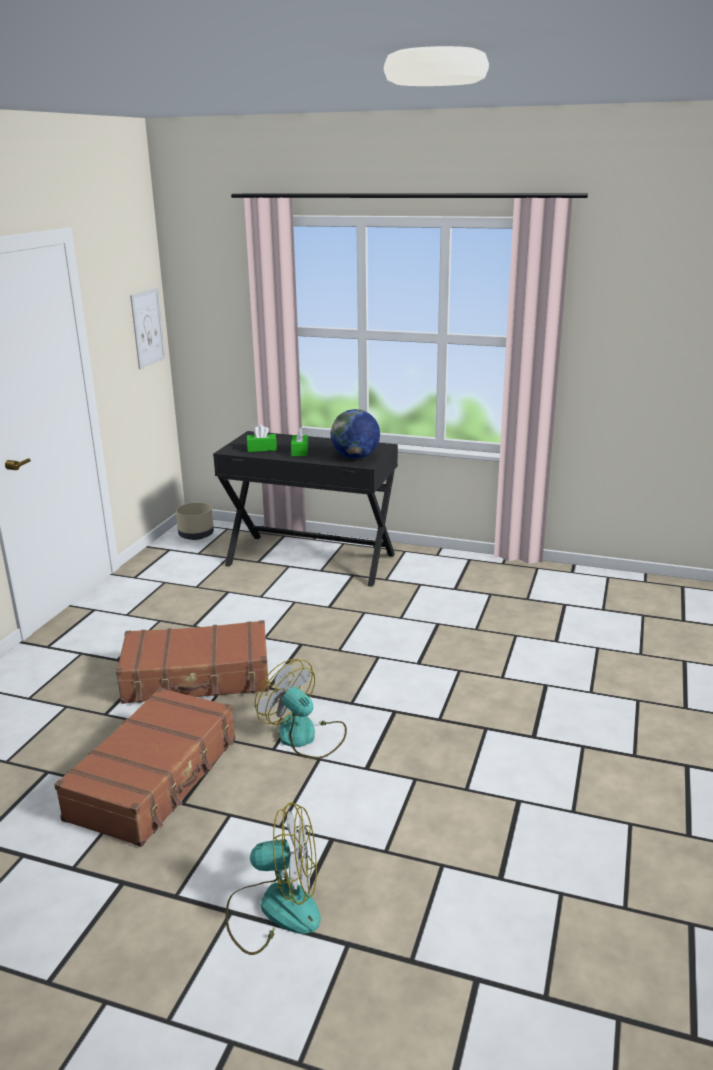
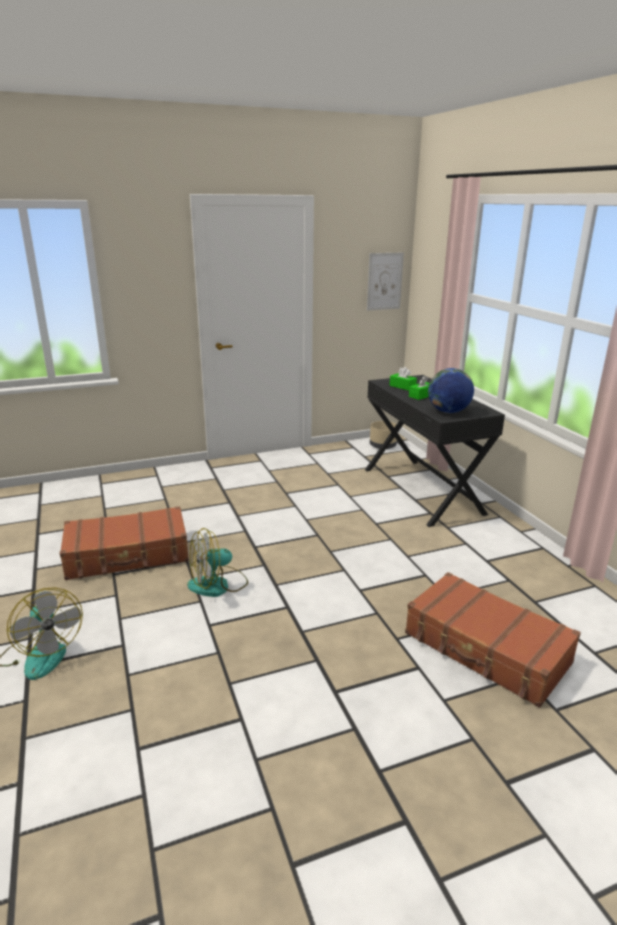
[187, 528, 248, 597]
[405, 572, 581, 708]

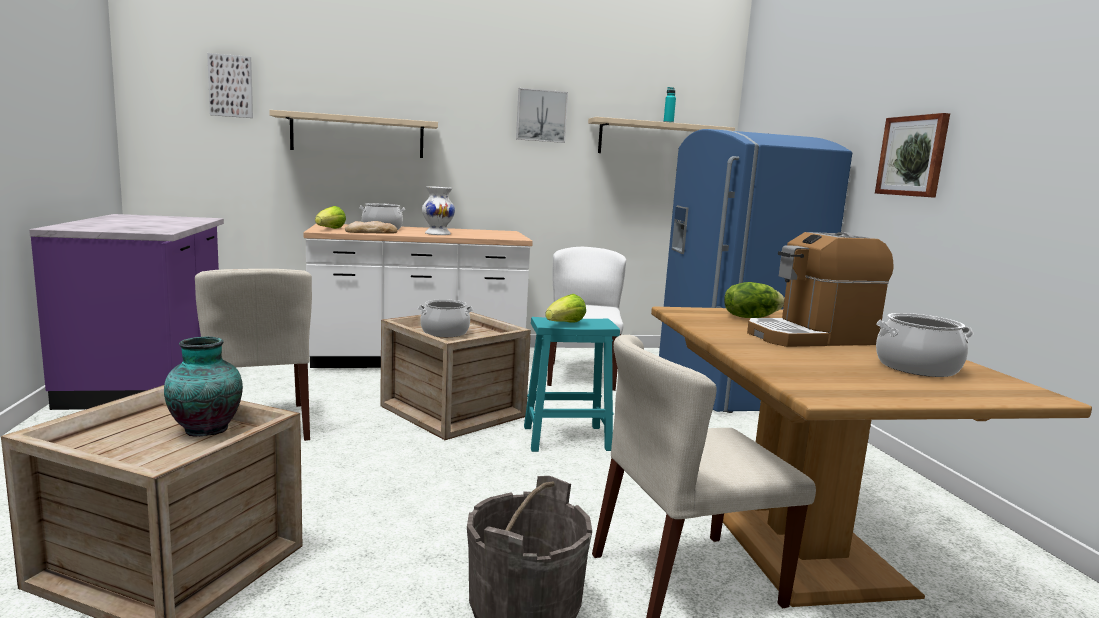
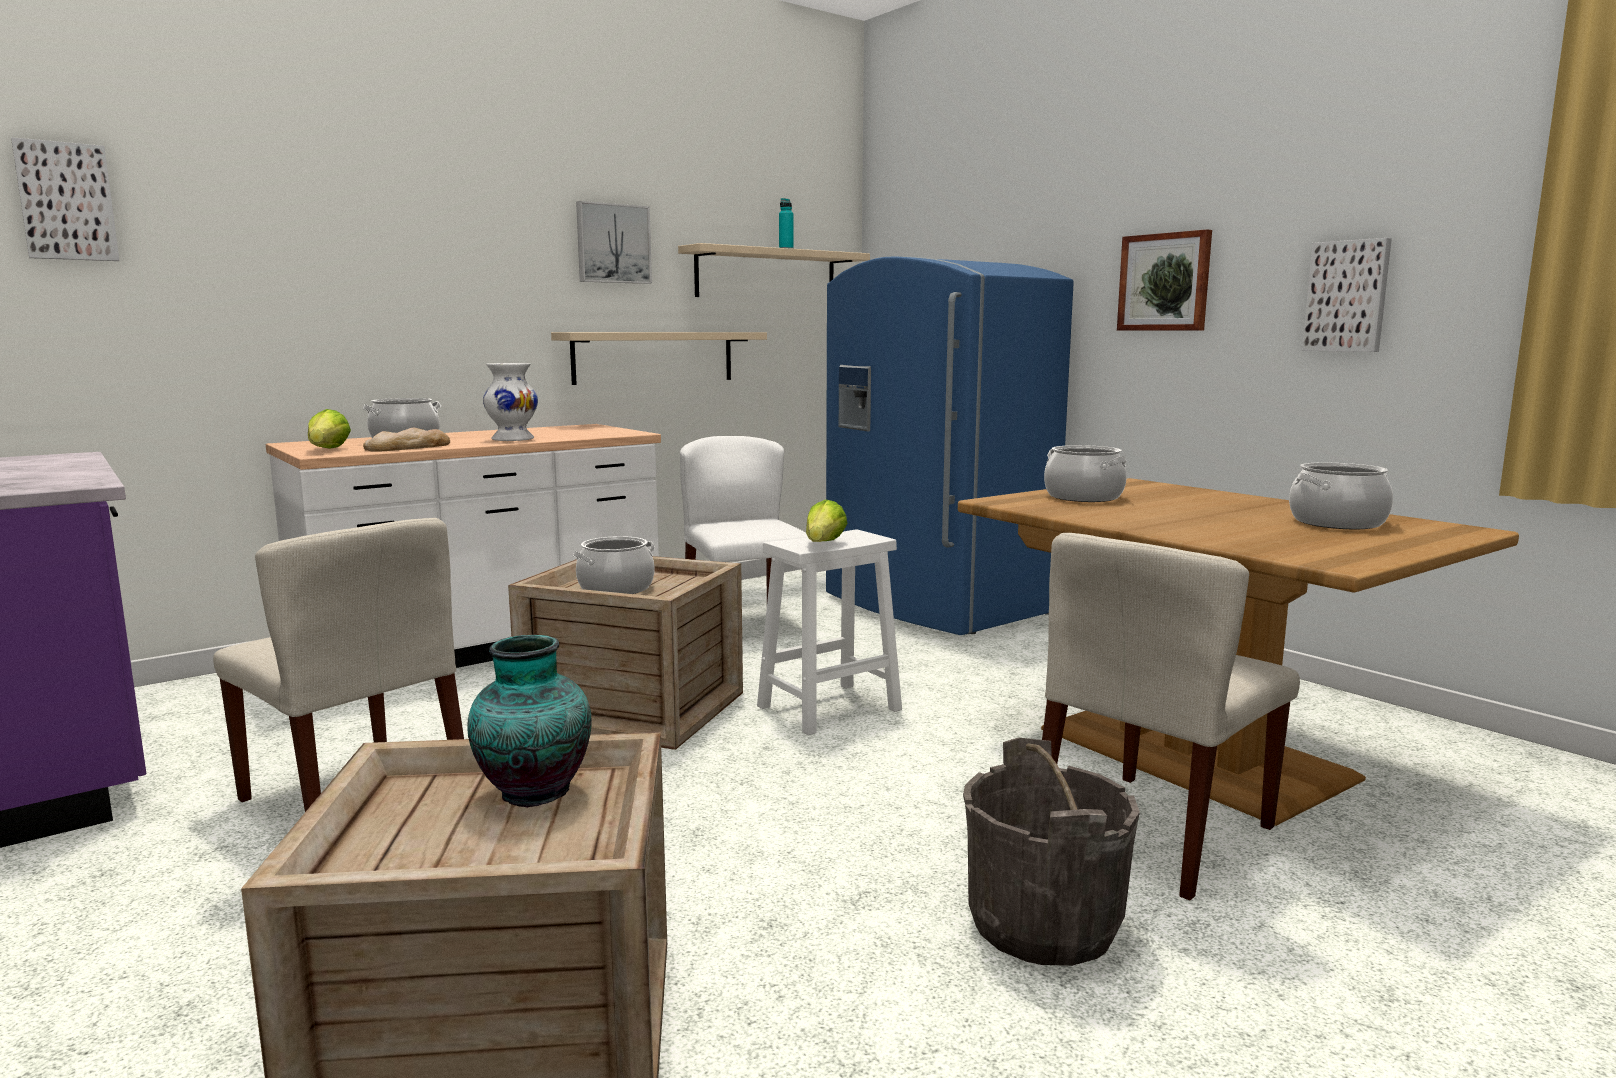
[551, 332, 767, 385]
[757, 530, 902, 735]
[1044, 445, 1127, 502]
[1302, 238, 1392, 352]
[747, 232, 893, 347] (first image)

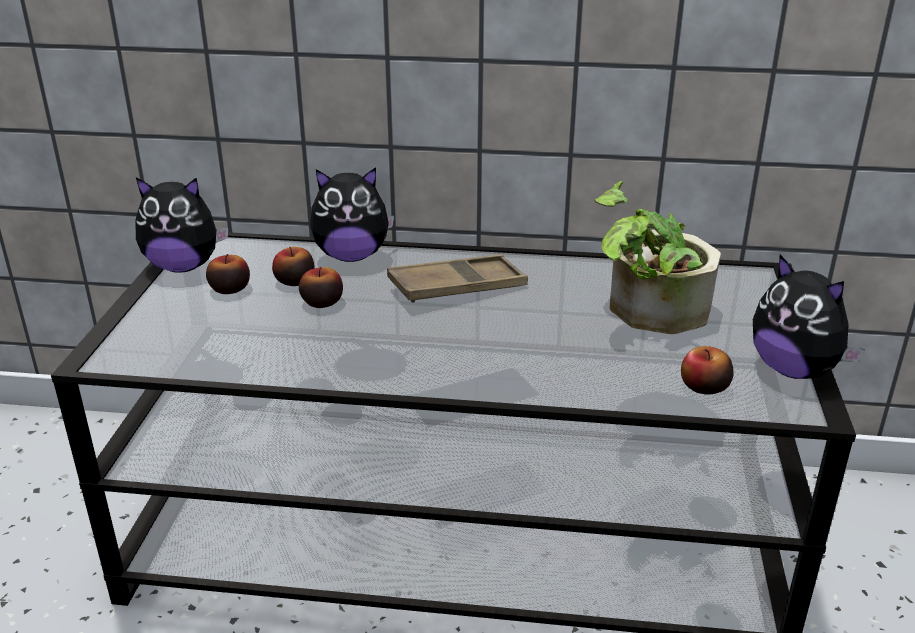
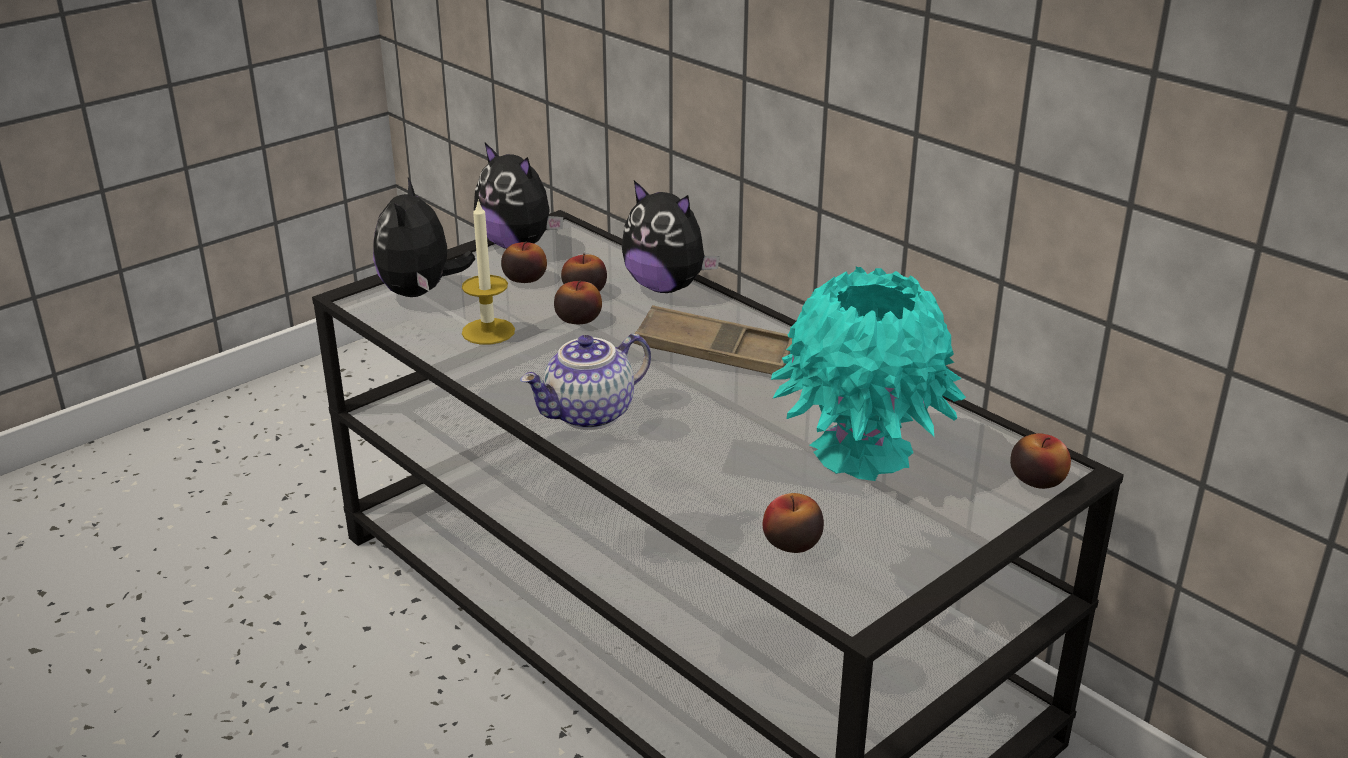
[373, 178, 475, 297]
[462, 199, 515, 345]
[520, 334, 651, 430]
[771, 267, 966, 481]
[1010, 433, 1071, 489]

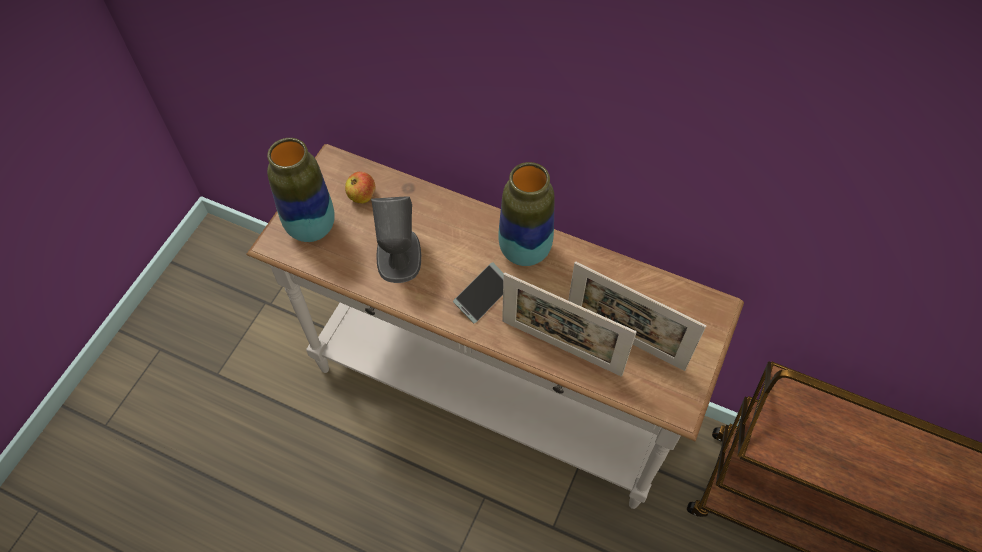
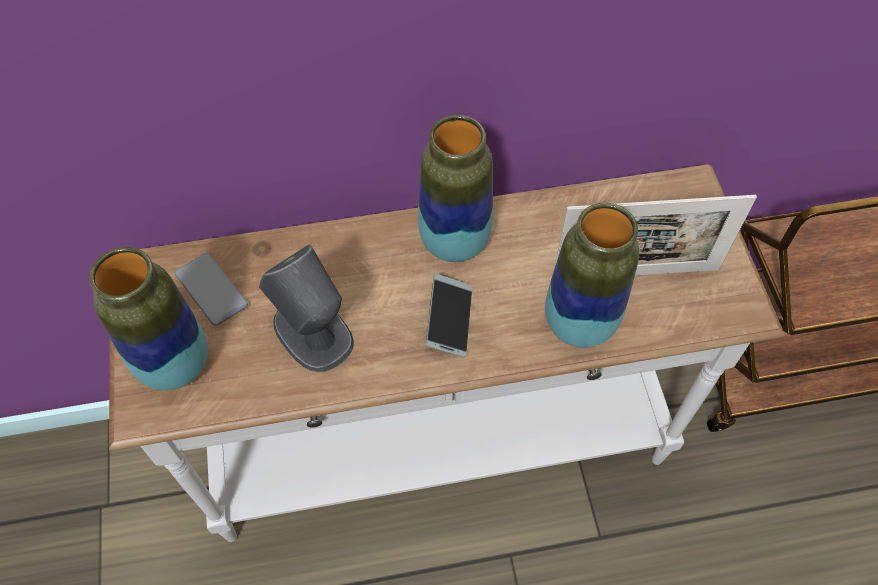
[175, 253, 248, 326]
[545, 203, 639, 348]

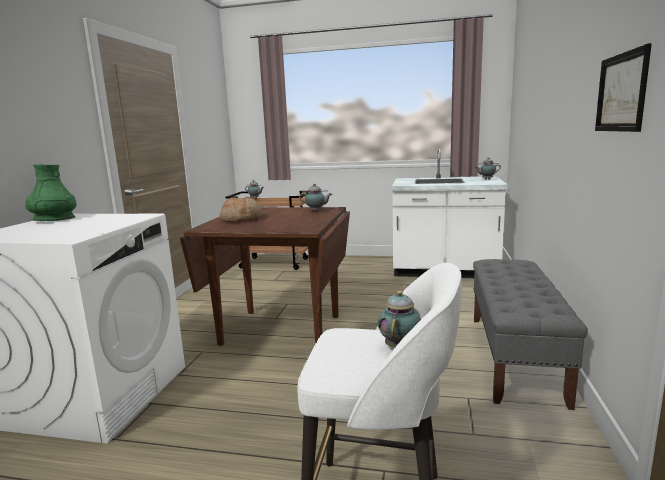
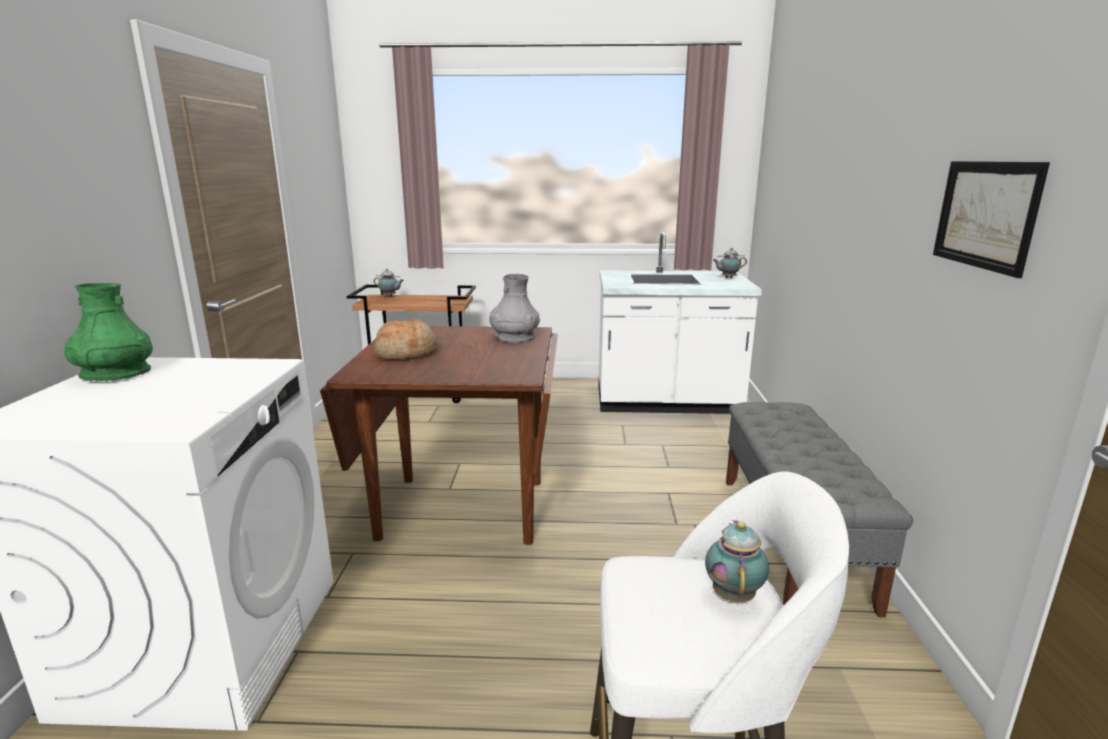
[489, 274, 540, 343]

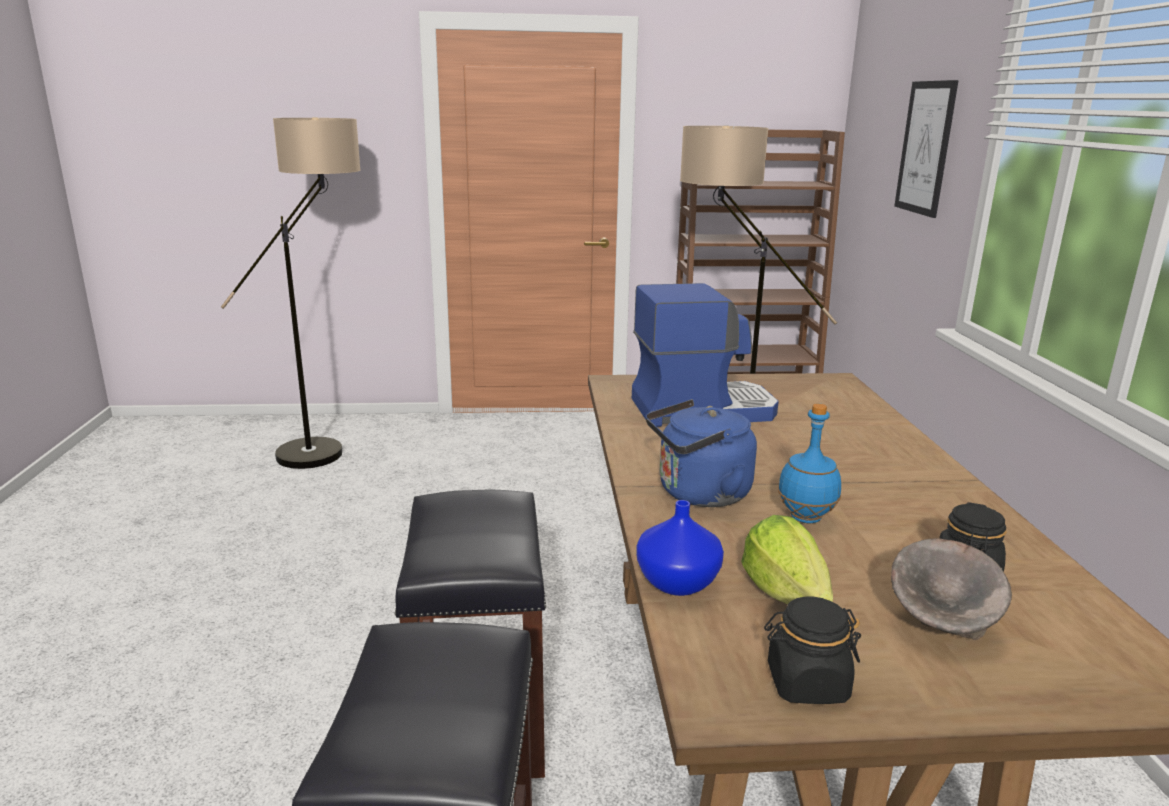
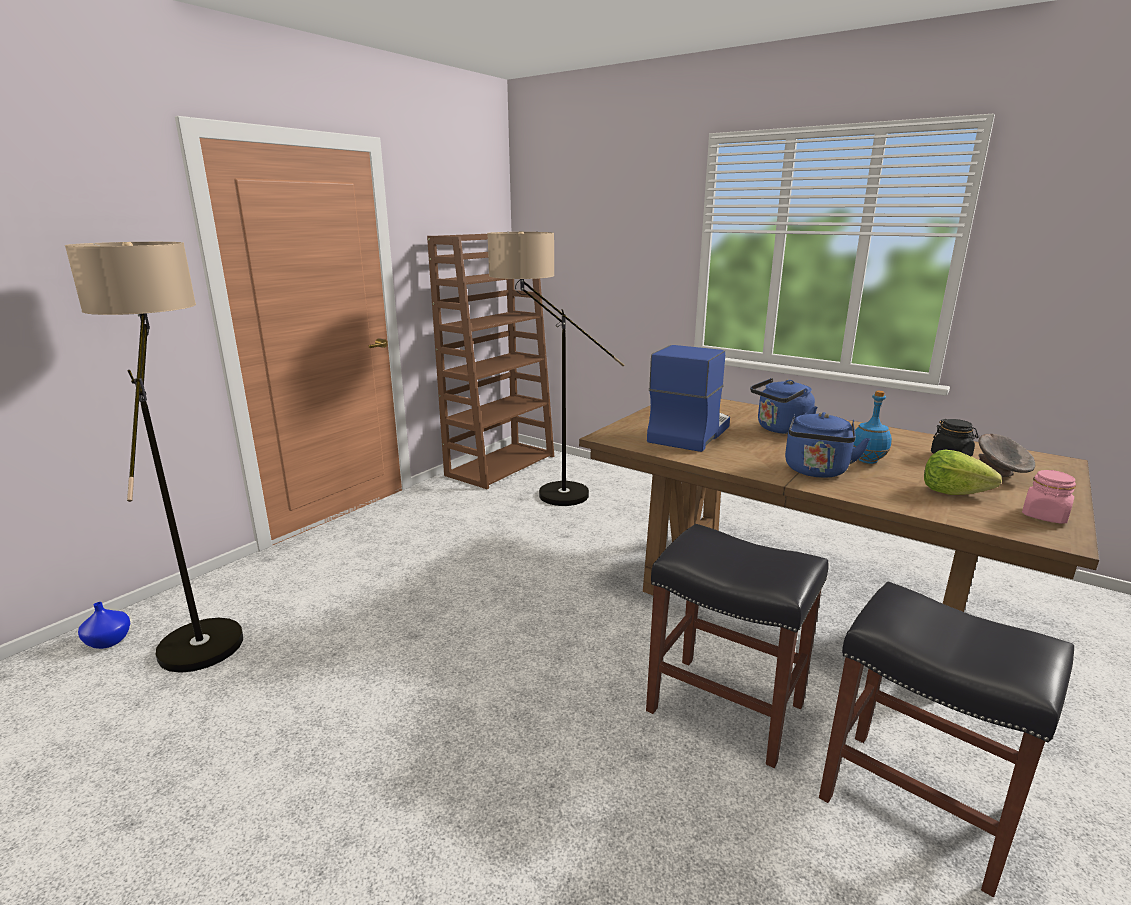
[78, 602, 130, 649]
[750, 378, 818, 434]
[1022, 470, 1076, 524]
[894, 80, 959, 218] (first image)

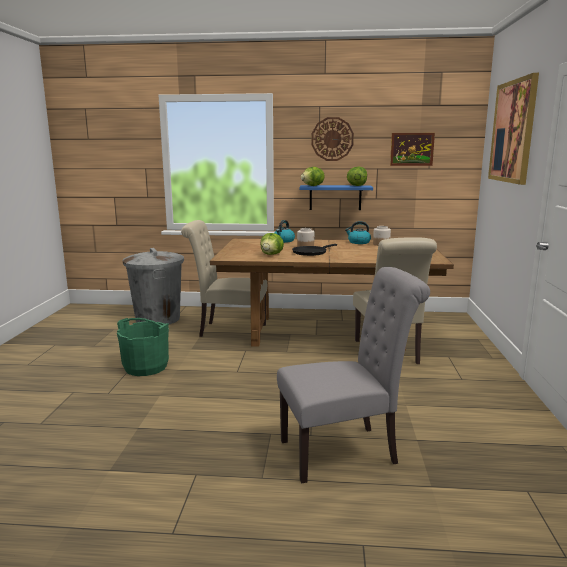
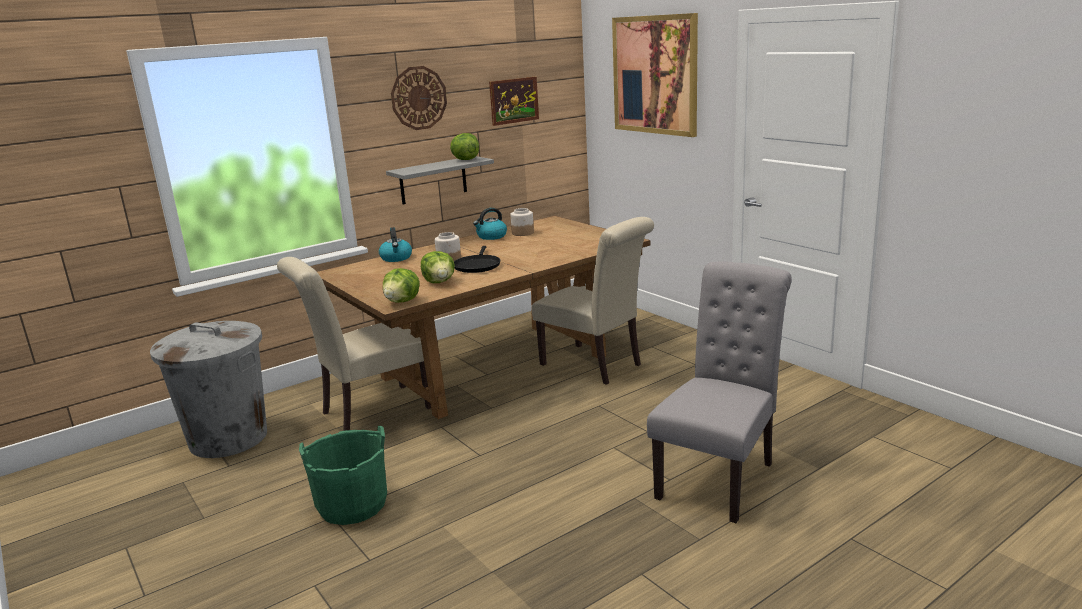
[383, 268, 420, 303]
[386, 156, 494, 204]

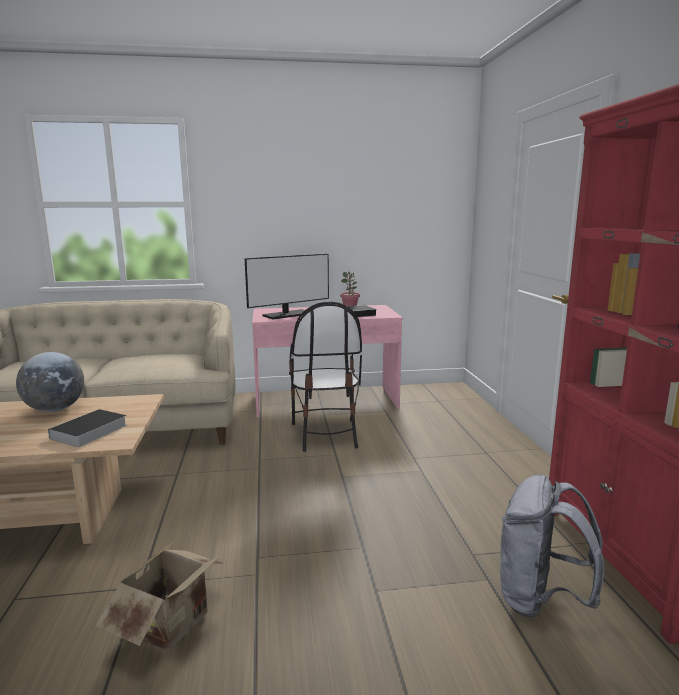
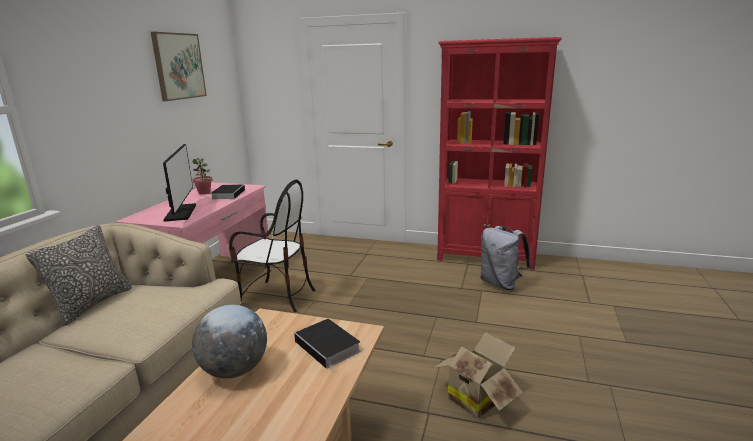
[26, 225, 132, 326]
[151, 32, 207, 101]

